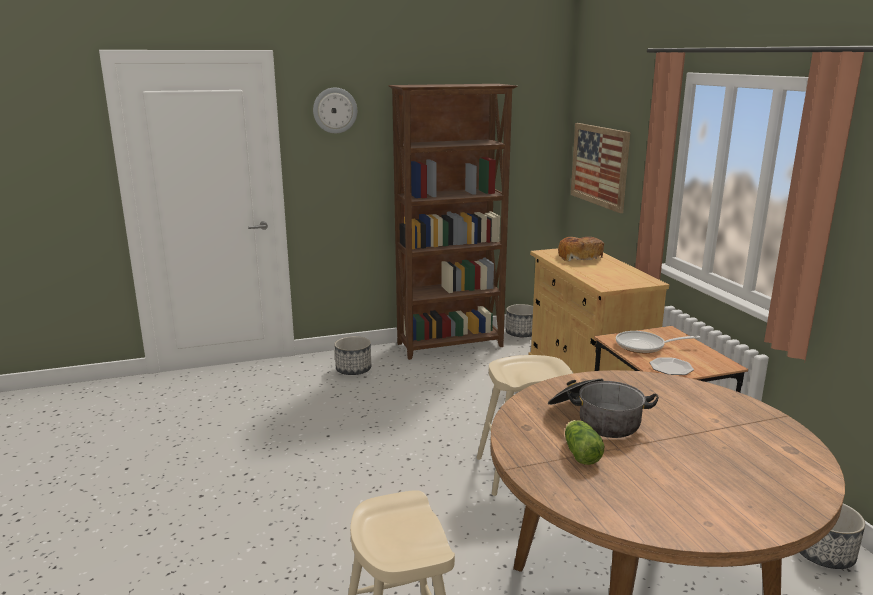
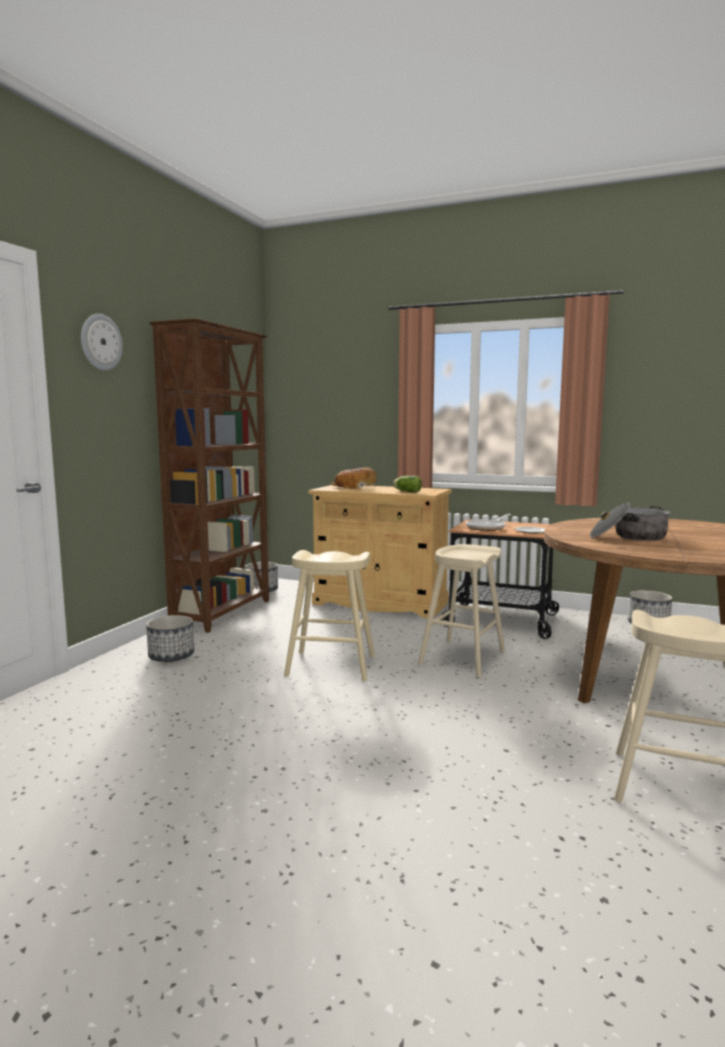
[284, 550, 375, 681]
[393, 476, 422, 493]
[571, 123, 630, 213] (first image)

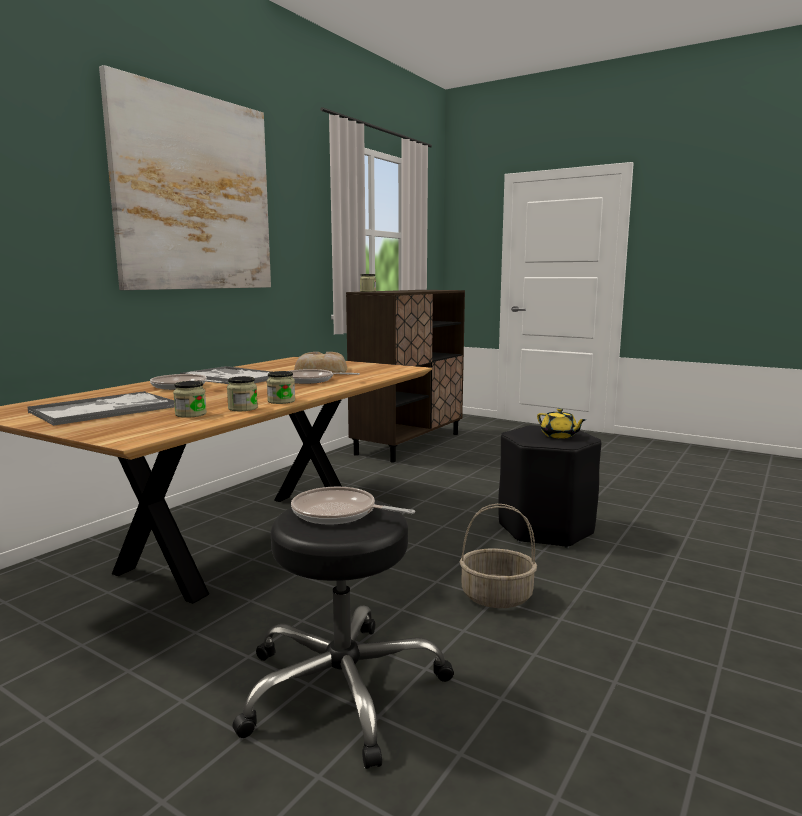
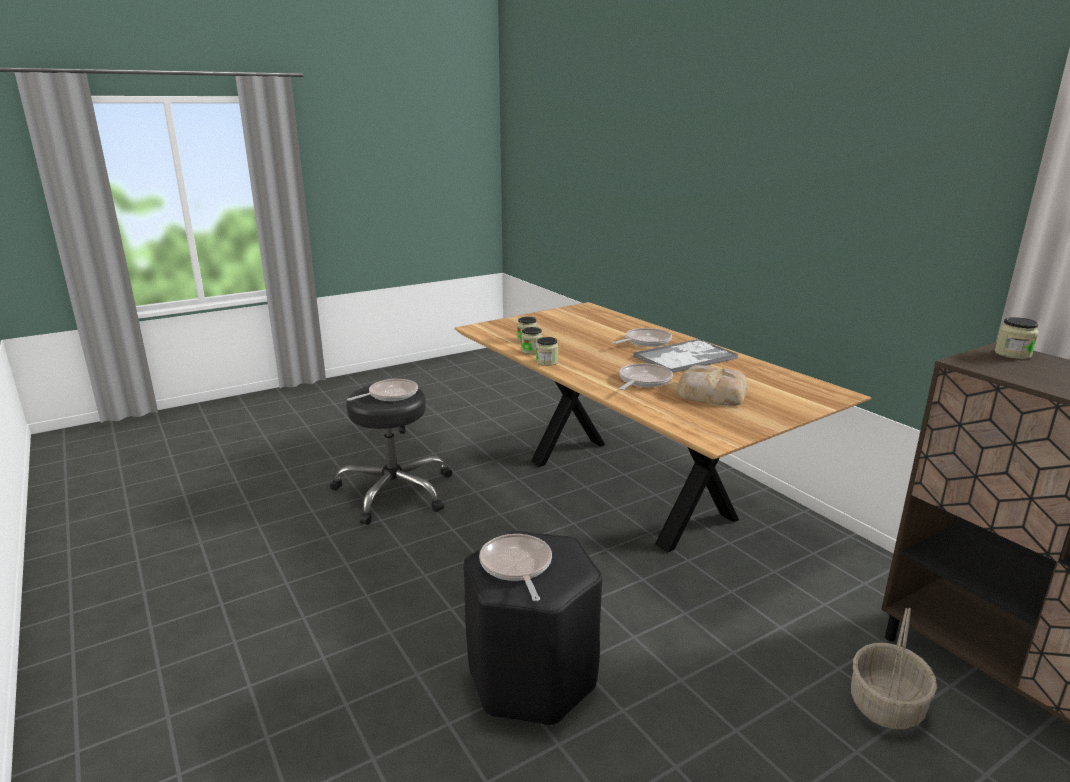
[479, 534, 552, 601]
[851, 608, 937, 729]
[28, 391, 175, 426] (first image)
[99, 65, 271, 290] (first image)

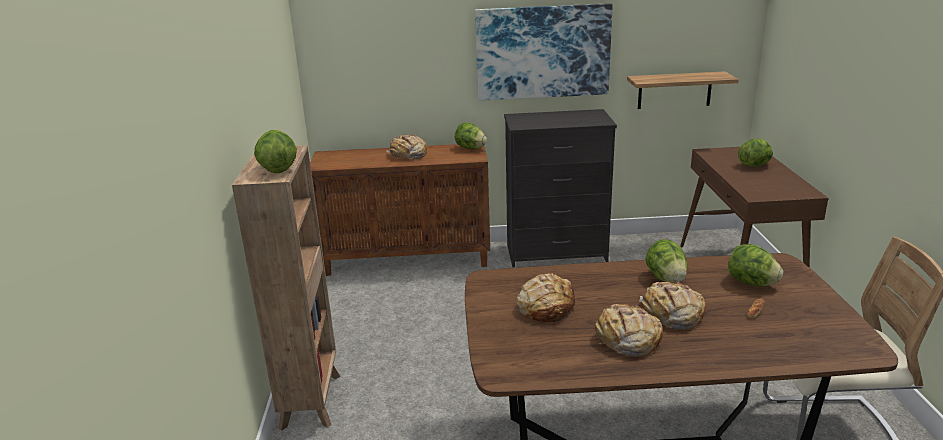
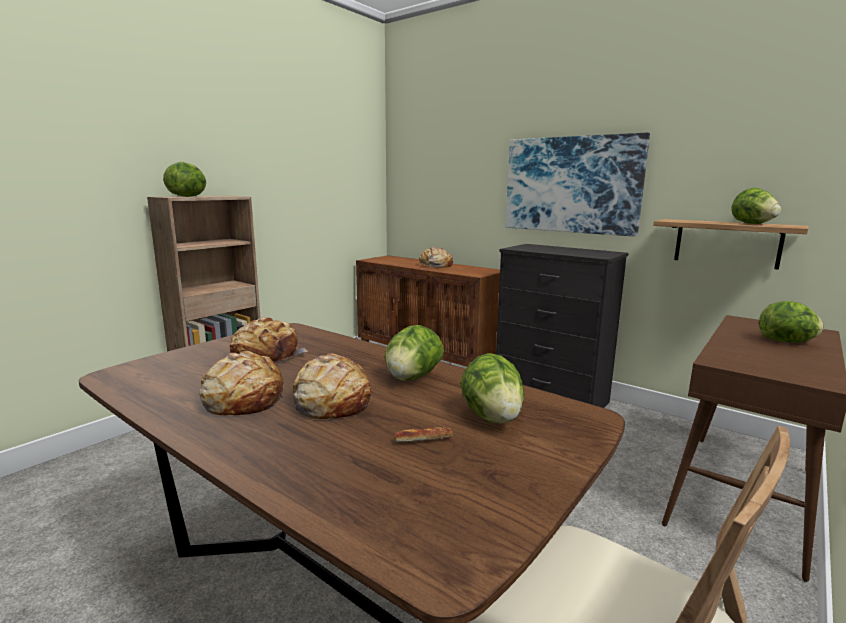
[731, 188, 781, 224]

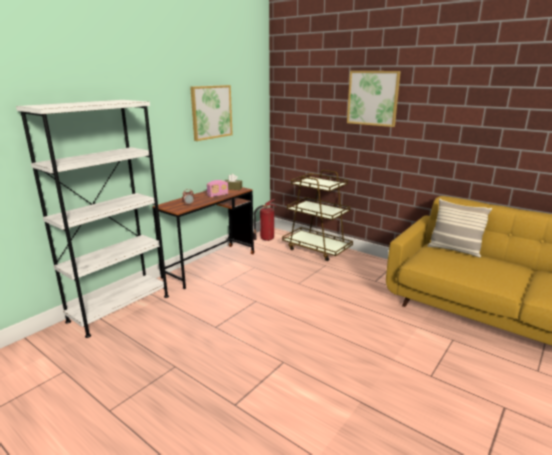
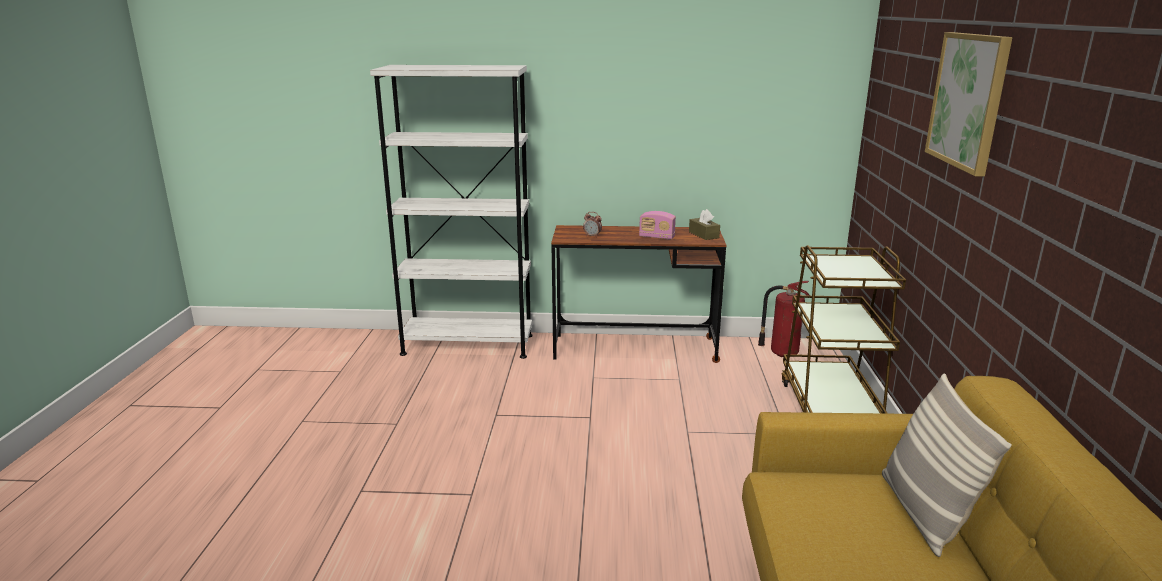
[190, 85, 233, 141] (first image)

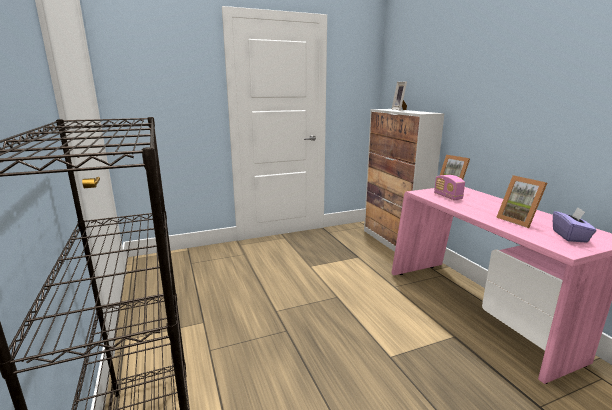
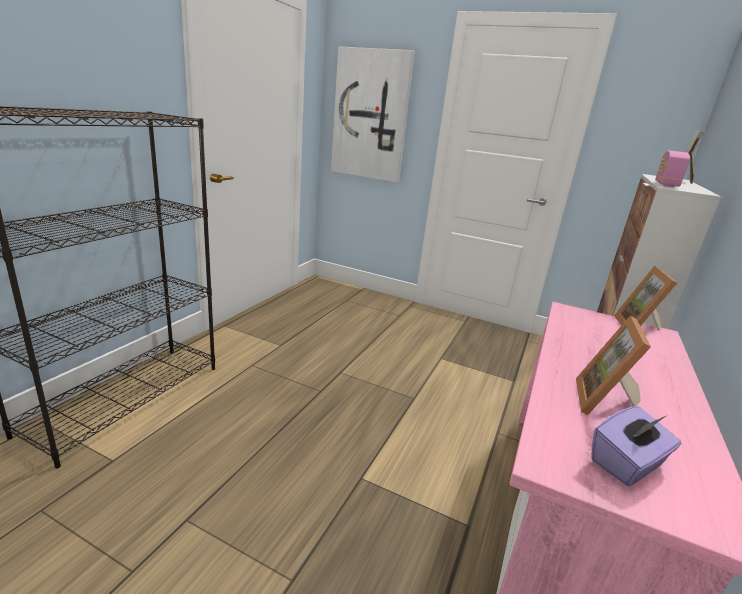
[331, 46, 415, 182]
[655, 151, 690, 187]

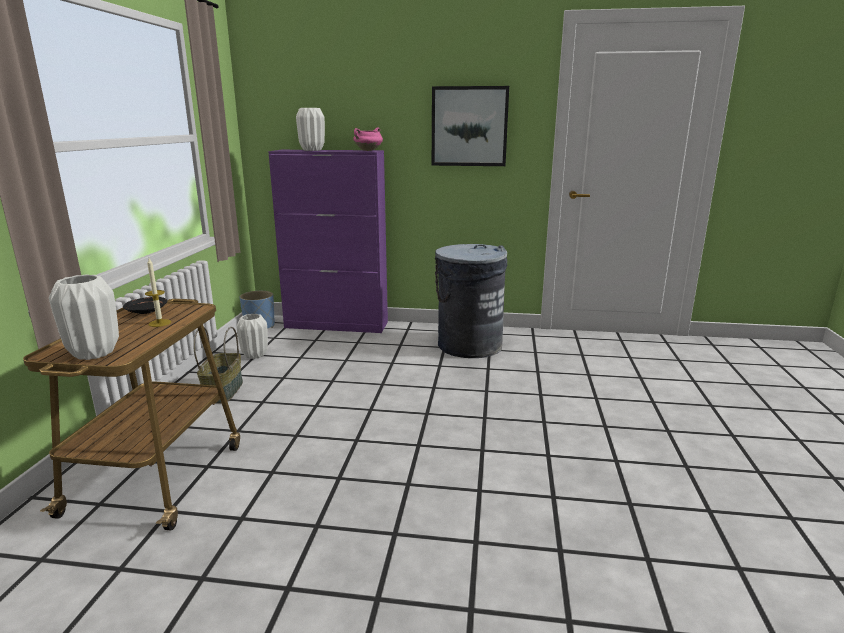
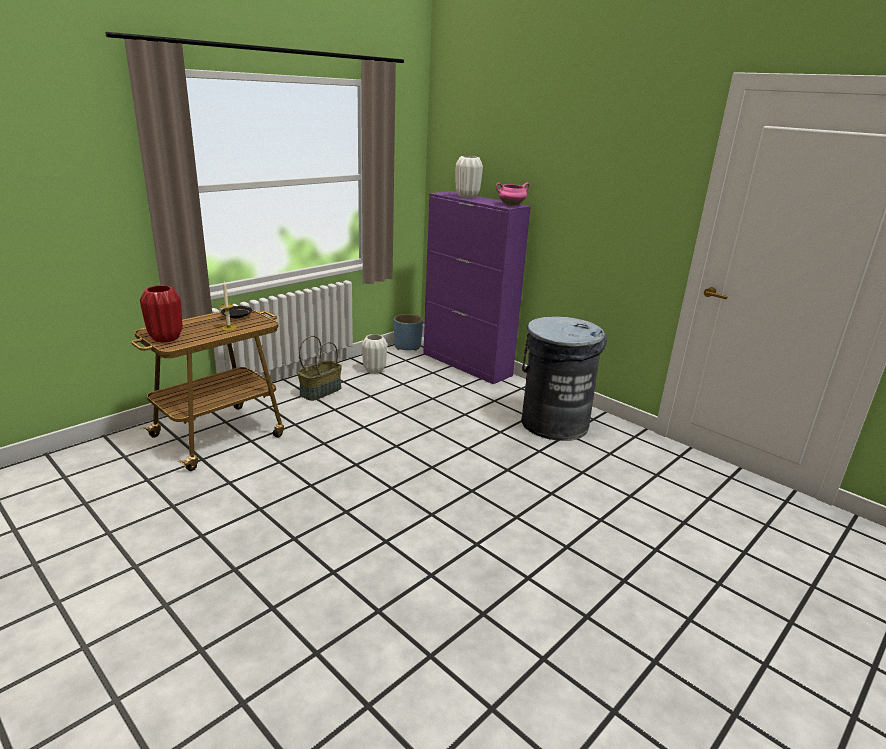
[140, 285, 183, 343]
[432, 86, 509, 166] (first image)

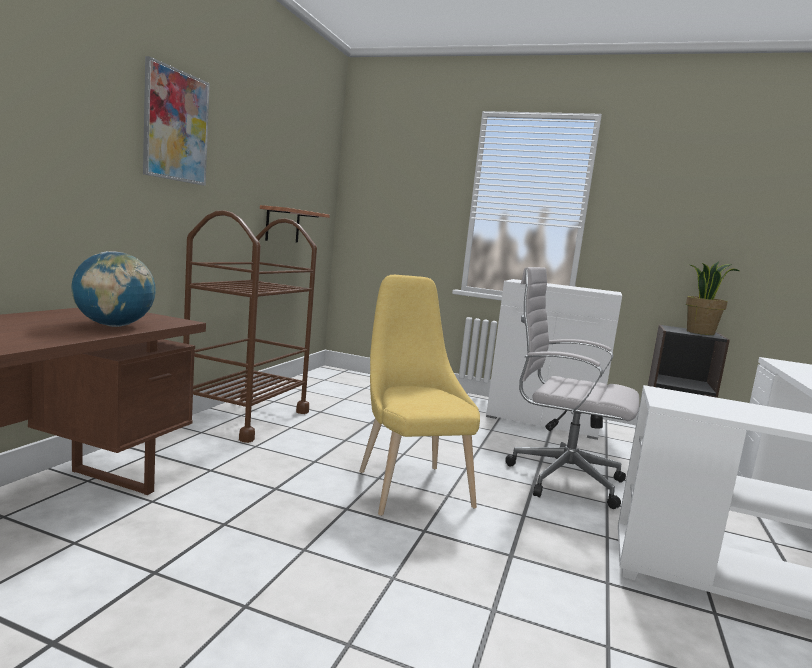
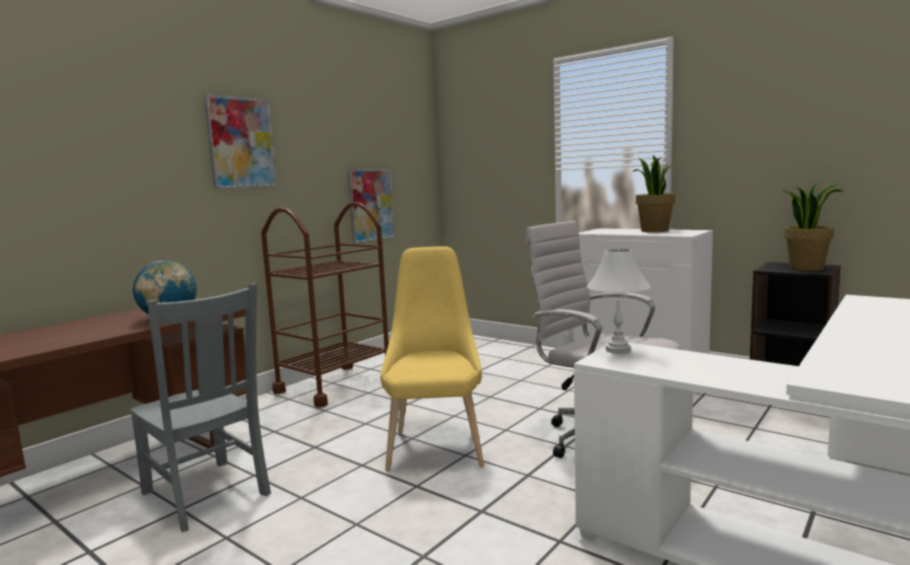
[130, 283, 271, 532]
[347, 169, 395, 243]
[587, 249, 651, 354]
[632, 155, 675, 232]

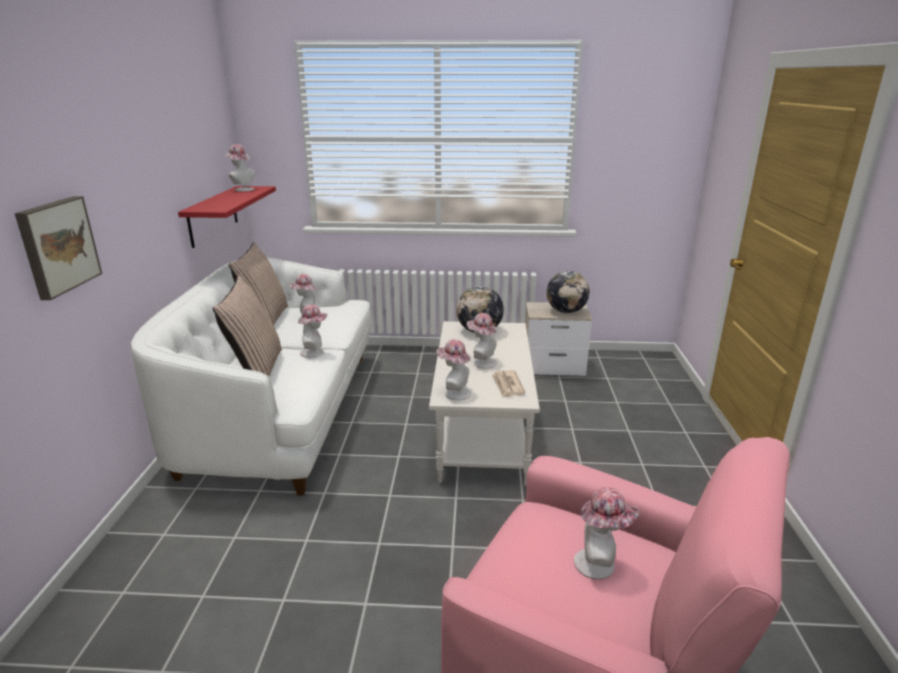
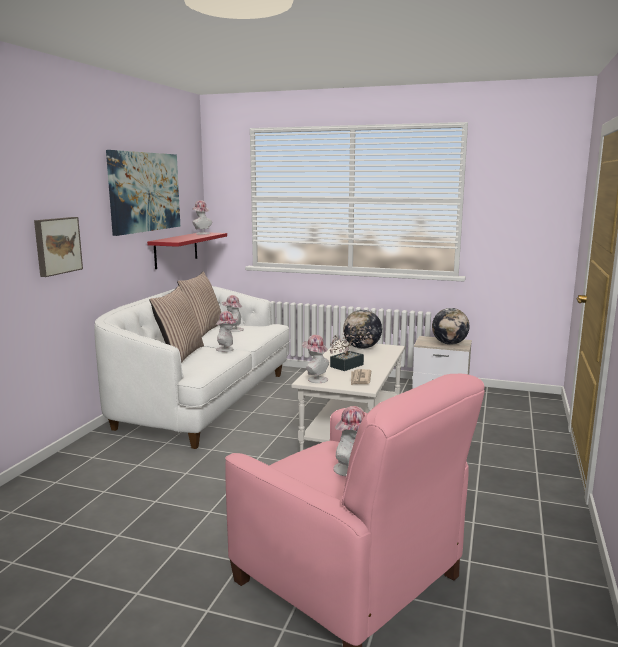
[106, 150, 180, 236]
[330, 323, 373, 371]

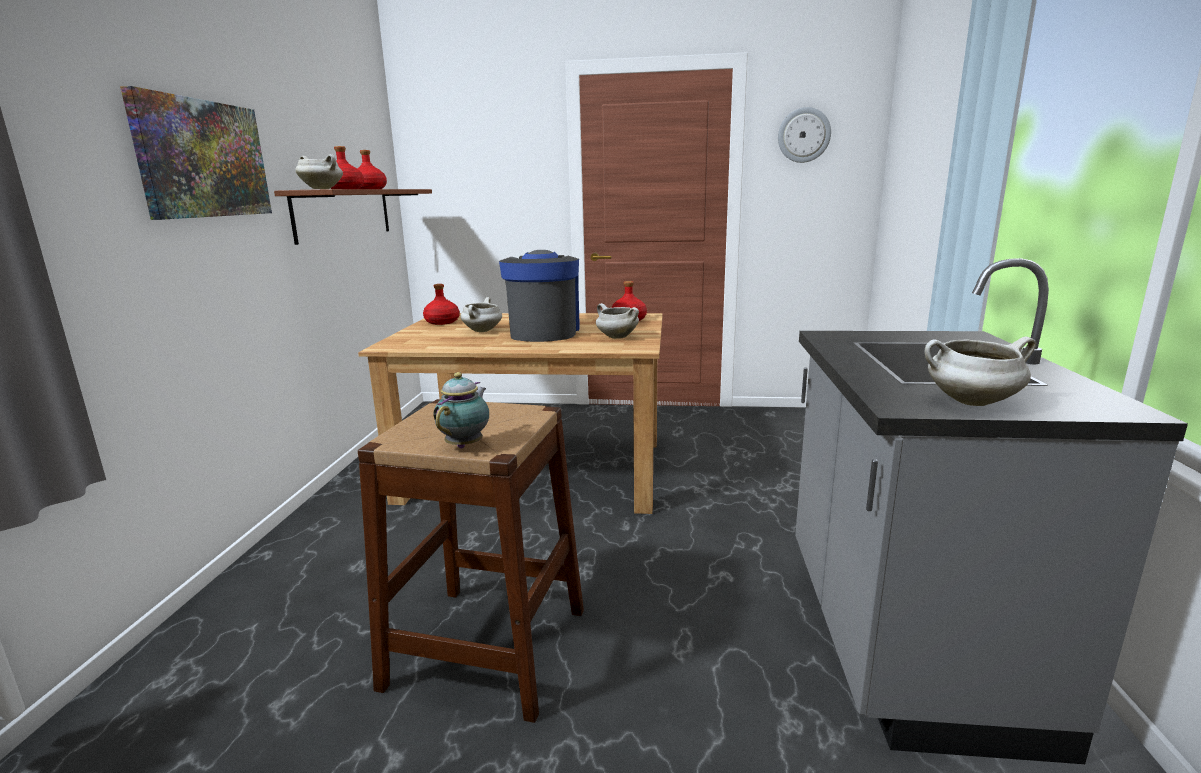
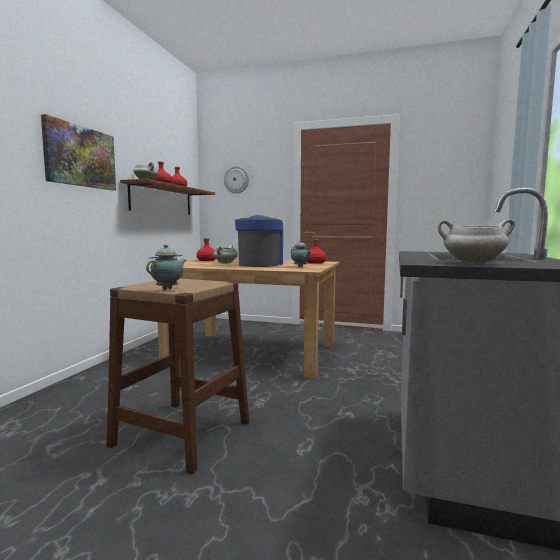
[224, 165, 249, 194]
[291, 240, 312, 267]

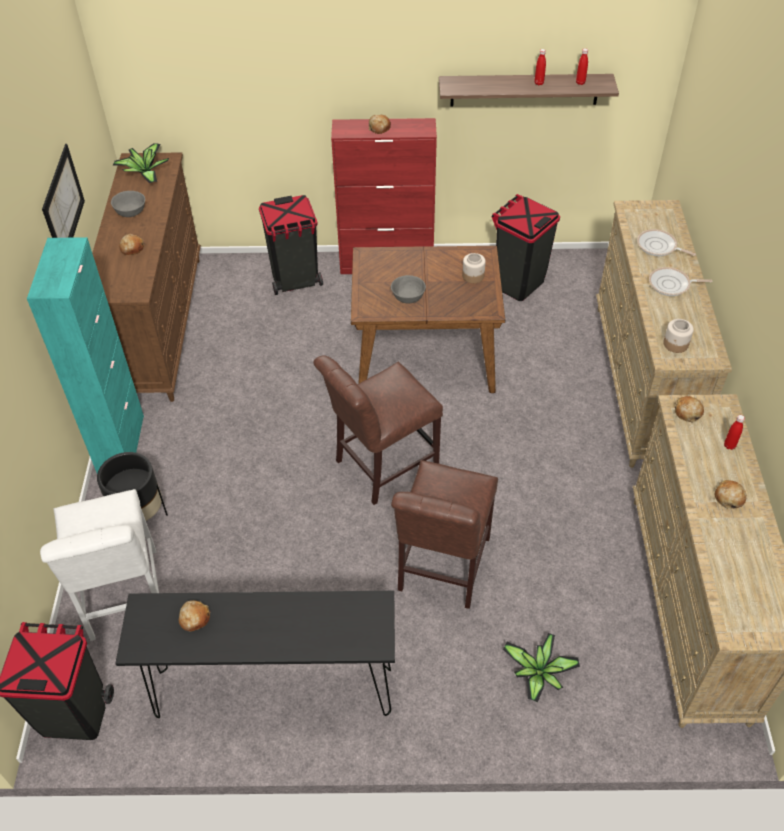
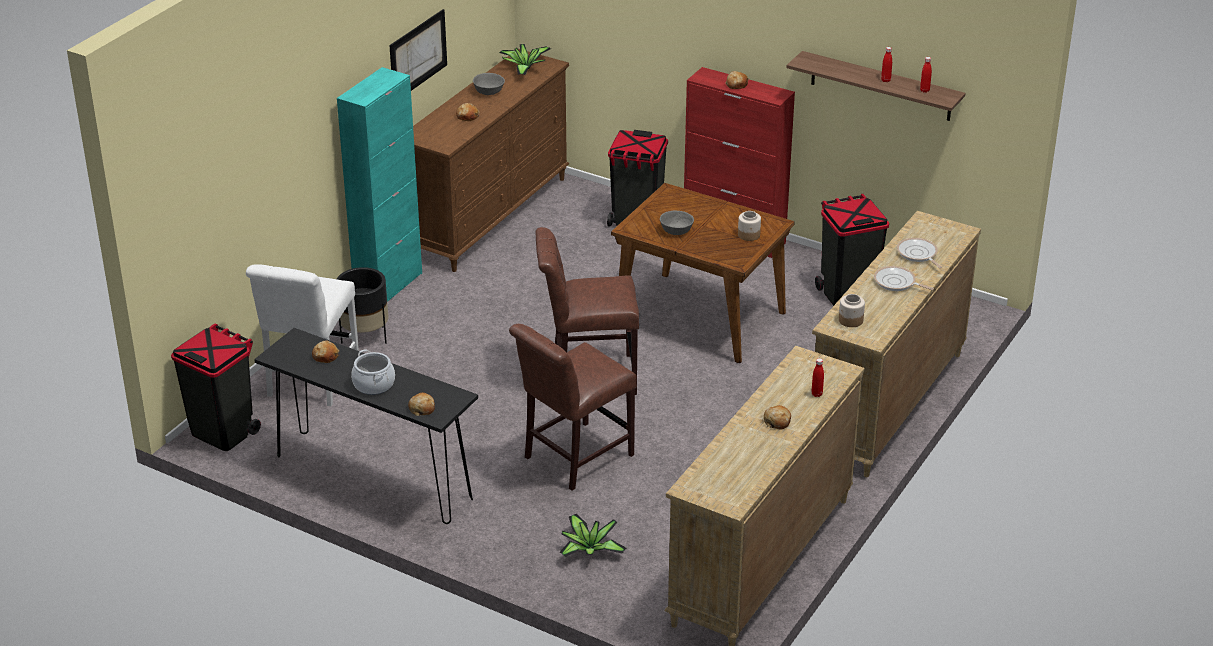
[351, 349, 395, 395]
[408, 393, 435, 416]

